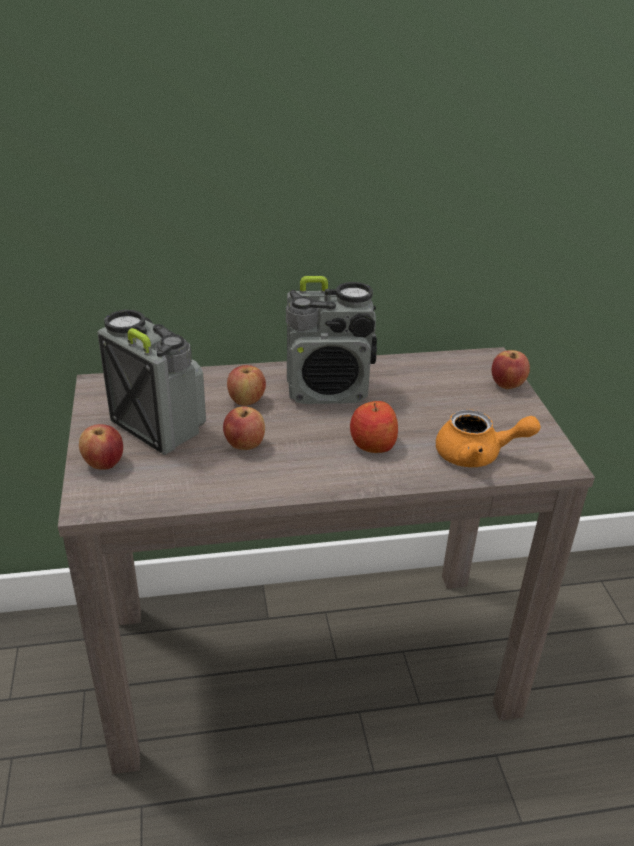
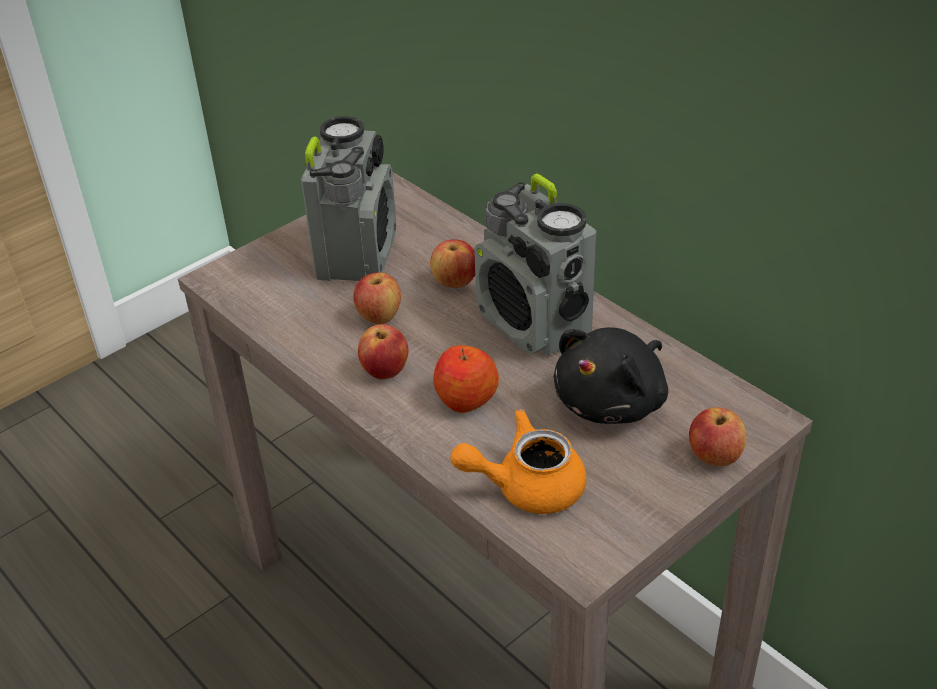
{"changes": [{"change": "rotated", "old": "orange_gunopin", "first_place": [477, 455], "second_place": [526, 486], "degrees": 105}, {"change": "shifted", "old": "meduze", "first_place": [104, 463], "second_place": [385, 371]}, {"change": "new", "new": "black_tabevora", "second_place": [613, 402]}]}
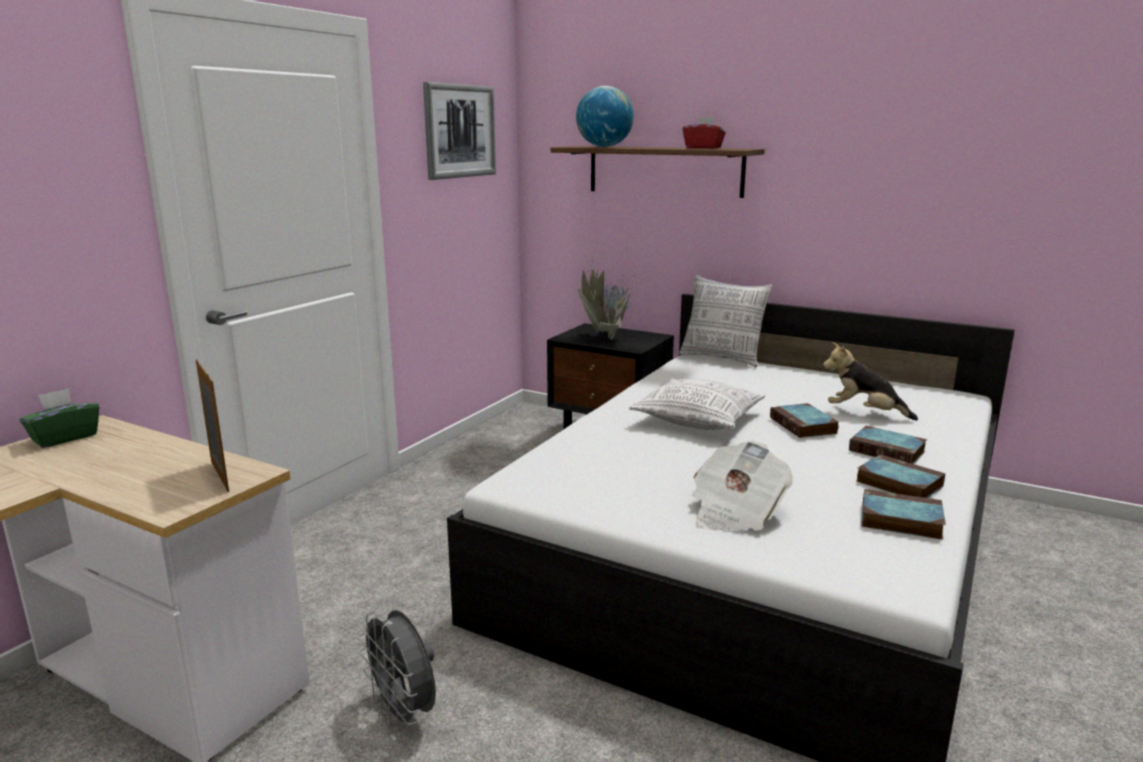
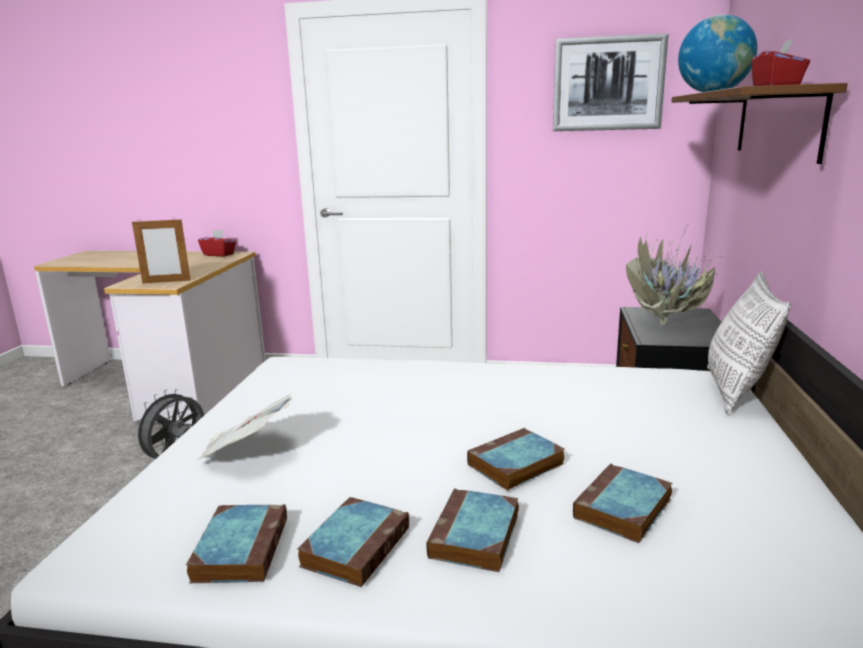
{"changes": [{"change": "swapped", "old": "tabevora", "new": "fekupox", "first_place": [864, 413], "second_place": [622, 509]}, {"change": "rotated", "old": "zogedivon", "first_place": [219, 476], "second_place": [166, 281], "degrees": 45}, {"change": "gone", "old": "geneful", "first_place": [698, 420]}, {"change": "repainted", "old": "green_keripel", "new": "red_keripel", "first_place": [64, 438], "second_place": [219, 254]}]}
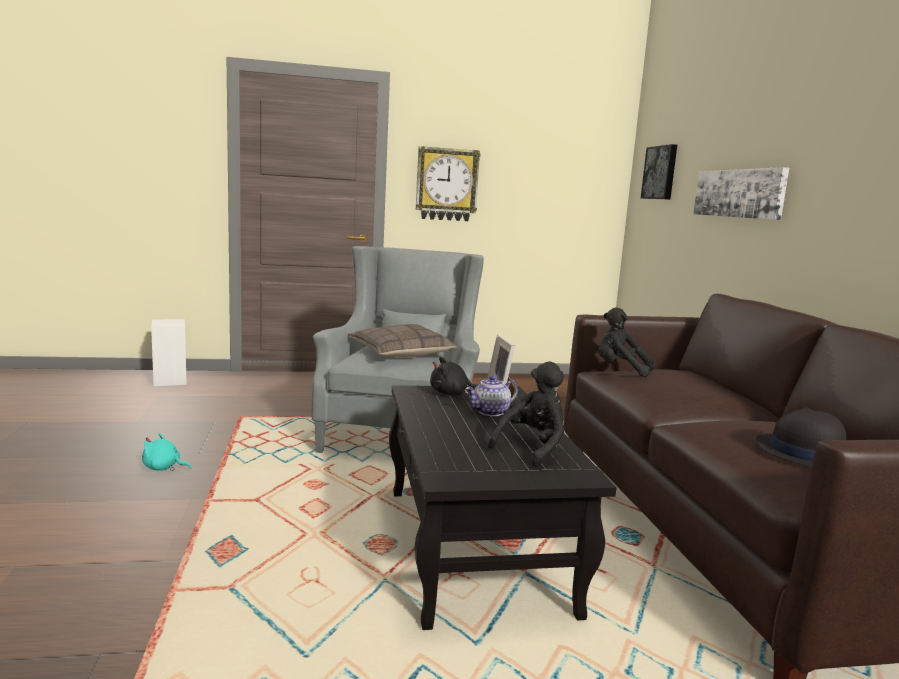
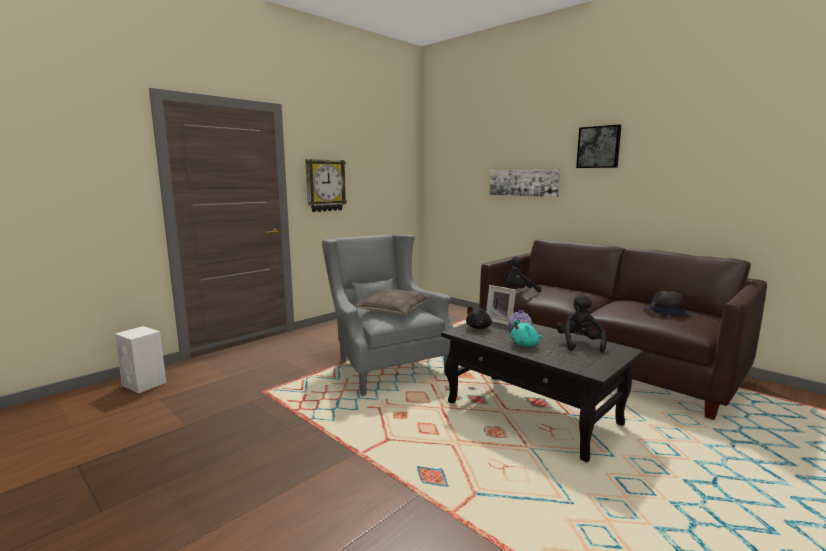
{"changes": [{"change": "shifted", "old": "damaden", "first_place": [661, 172], "second_place": [599, 147]}, {"change": "shifted", "old": "turquoise_tabevora", "first_place": [163, 468], "second_place": [526, 345]}]}
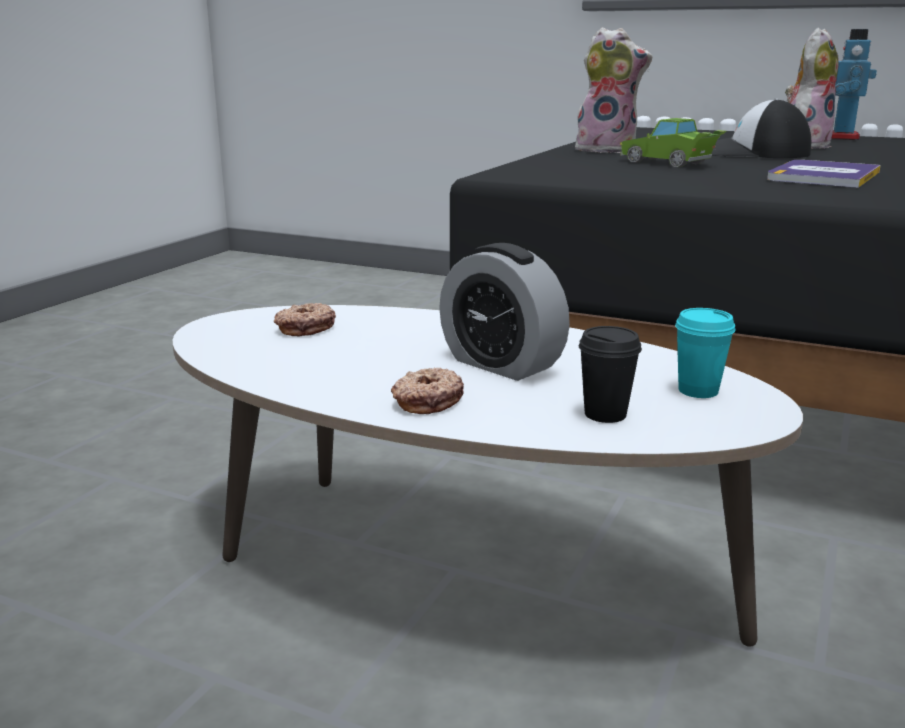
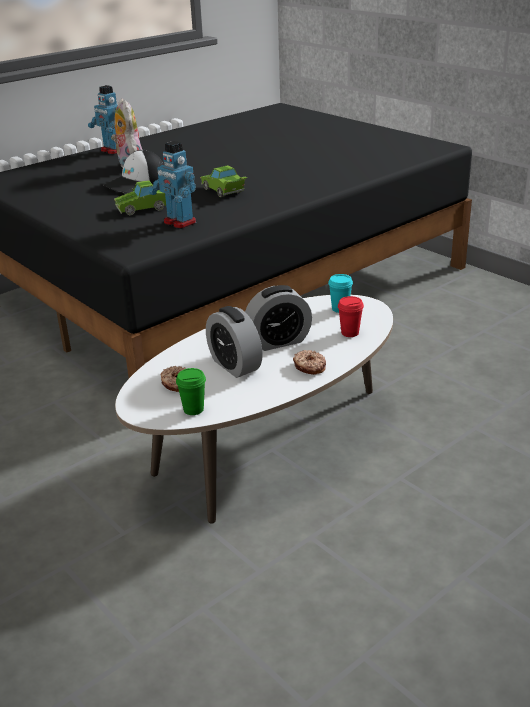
{"changes": [{"change": "gone", "old": "tabevora", "first_place": [607, 150]}, {"change": "swapped", "old": "fekupox", "new": "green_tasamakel", "first_place": [823, 176], "second_place": [224, 191]}, {"change": "repainted", "old": "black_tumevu", "new": "red_tumevu", "first_place": [605, 414], "second_place": [350, 333]}, {"change": "new", "new": "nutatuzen", "second_place": [179, 223]}, {"change": "new", "new": "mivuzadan", "second_place": [234, 365]}, {"change": "new", "new": "green_tumevu", "second_place": [193, 409]}]}
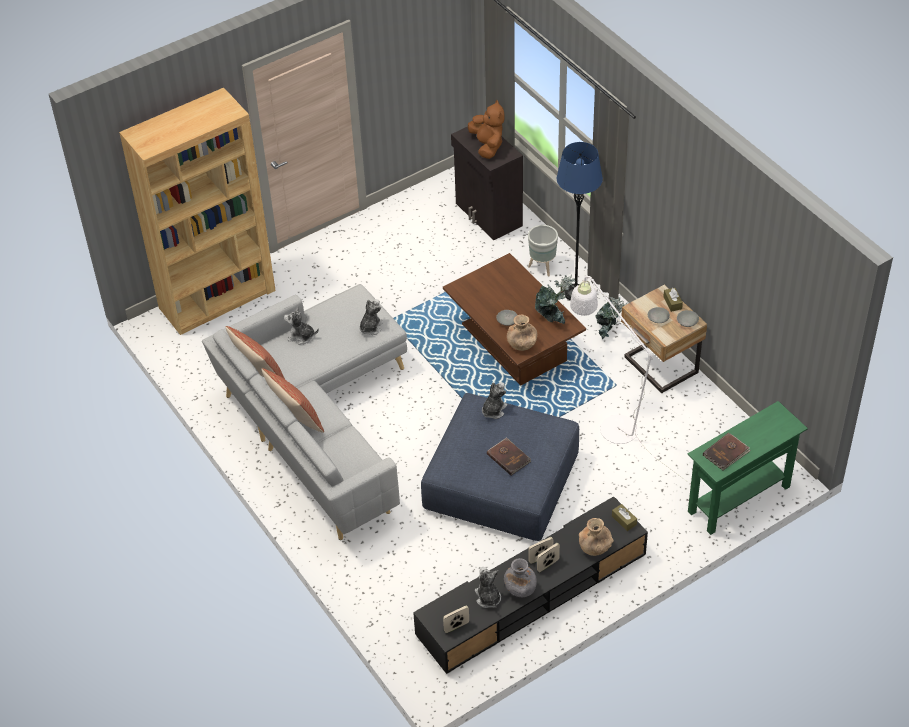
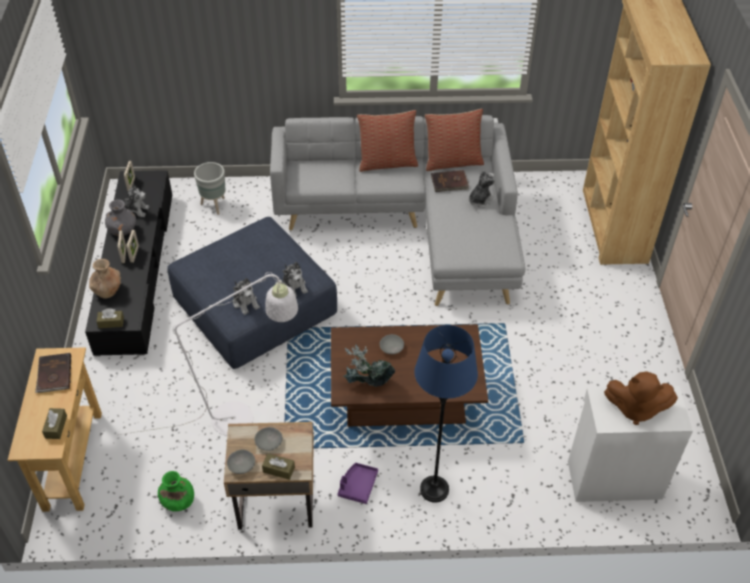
{"changes": [{"change": "repainted", "old": "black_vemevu", "new": "white_vemevu", "first_place": [488, 215], "second_place": [613, 478]}, {"change": "shifted", "old": "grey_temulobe", "first_place": [542, 267], "second_place": [214, 205]}, {"change": "swapped", "old": "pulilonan", "new": "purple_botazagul", "first_place": [608, 331], "second_place": [357, 486]}, {"change": "shifted", "old": "tabevora", "first_place": [370, 327], "second_place": [245, 303]}, {"change": "gone", "old": "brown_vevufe", "first_place": [522, 344]}, {"change": "repainted", "old": "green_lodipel", "new": "beige_lodipel", "first_place": [739, 499], "second_place": [73, 460]}, {"change": "shifted", "old": "brown_fekupox", "first_place": [509, 457], "second_place": [450, 183]}, {"change": "new", "new": "brown_keripel", "second_place": [56, 427]}, {"change": "new", "new": "green_vevufe", "second_place": [177, 501]}]}
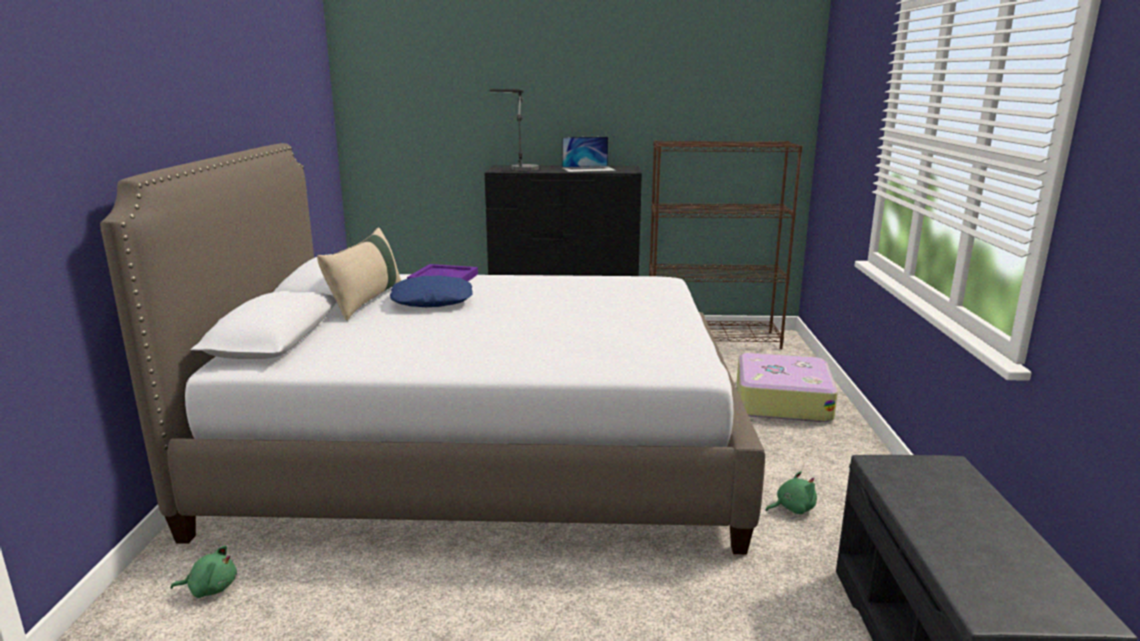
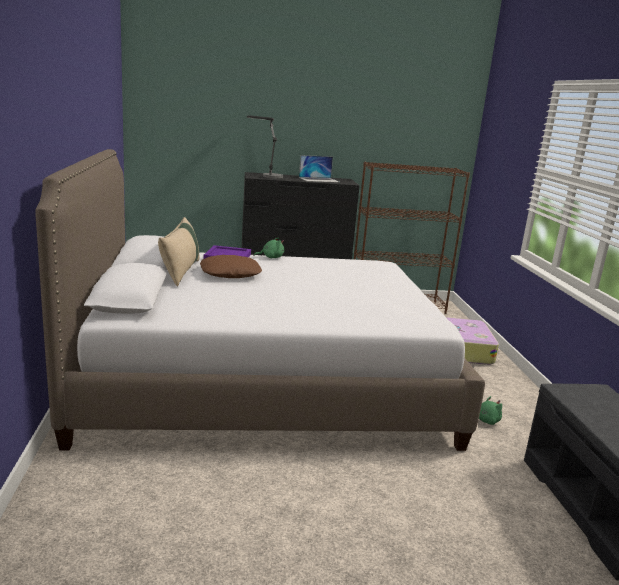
{"changes": [{"change": "repainted", "old": "blue_geneful", "new": "brown_geneful", "first_place": [432, 301], "second_place": [230, 273]}, {"change": "shifted", "old": "green_tabevora", "first_place": [211, 588], "second_place": [271, 257]}]}
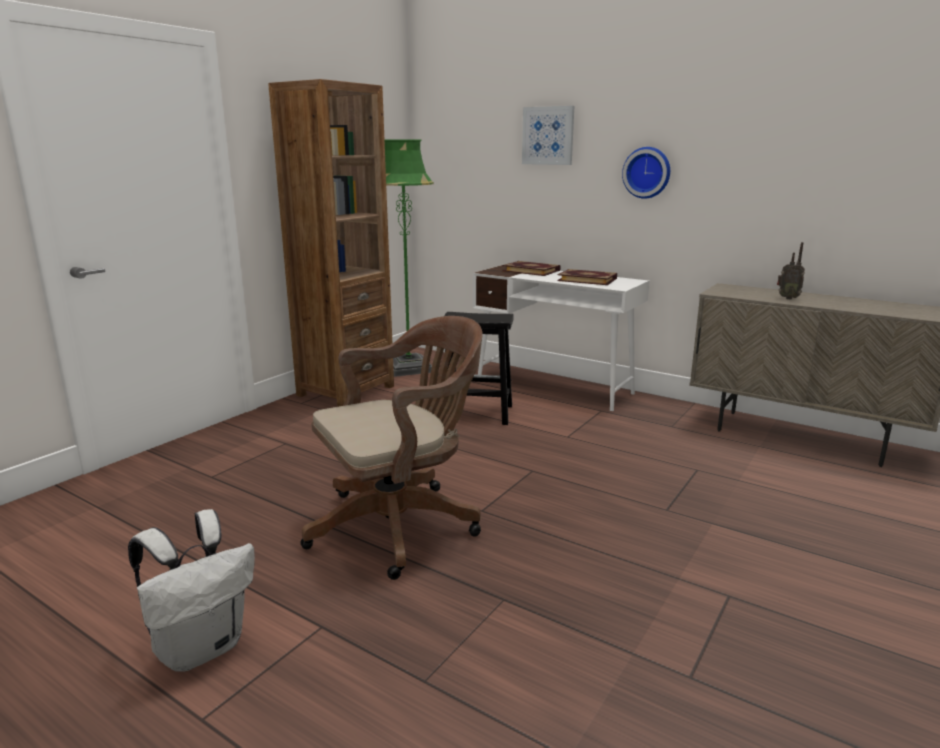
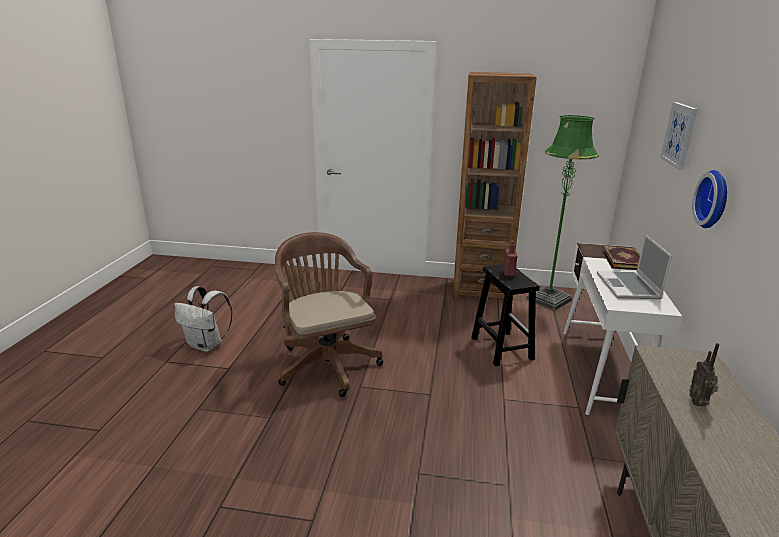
{"changes": [{"change": "swapped", "old": "fekupox", "new": "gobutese", "first_place": [587, 279], "second_place": [629, 287]}, {"change": "rotated", "old": "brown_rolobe", "first_place": [401, 524], "second_place": [326, 362], "degrees": -150}, {"change": "new", "new": "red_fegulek", "second_place": [508, 273]}]}
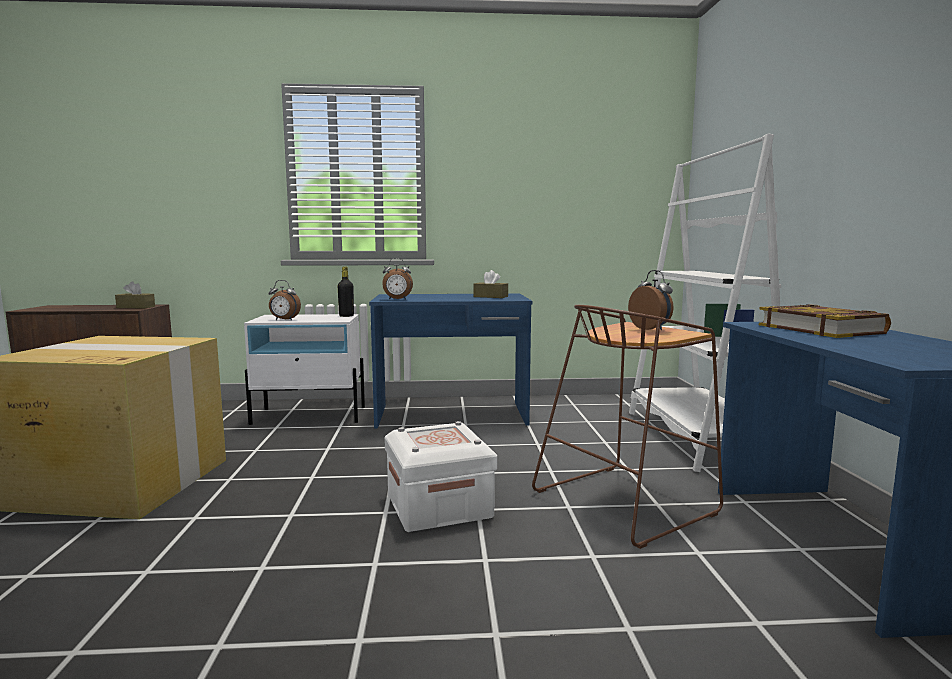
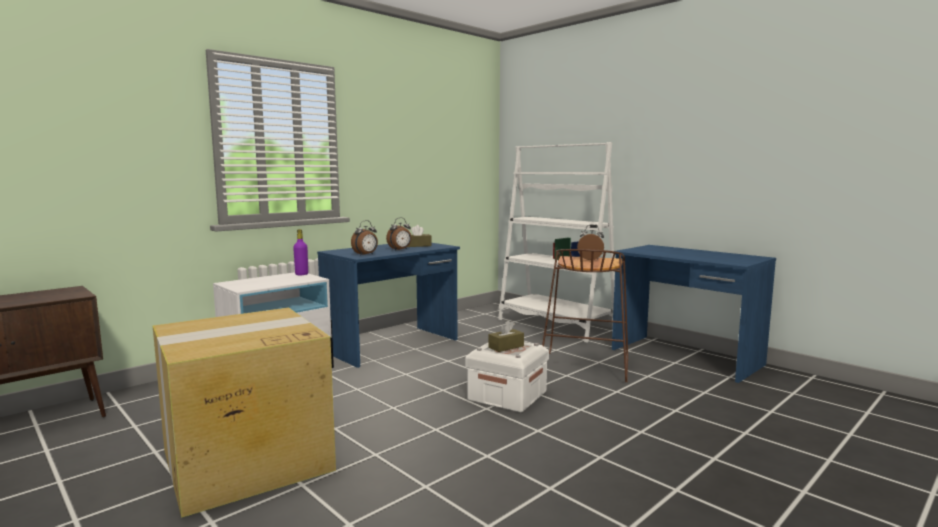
{"changes": [{"change": "repainted", "old": "black_fegulek", "new": "purple_fegulek", "first_place": [346, 316], "second_place": [301, 274]}, {"change": "shifted", "old": "mivuzadan", "first_place": [284, 320], "second_place": [400, 250]}, {"change": "shifted", "old": "brown_keripel", "first_place": [136, 307], "second_place": [506, 347]}, {"change": "gone", "old": "fekupox", "first_place": [821, 329]}]}
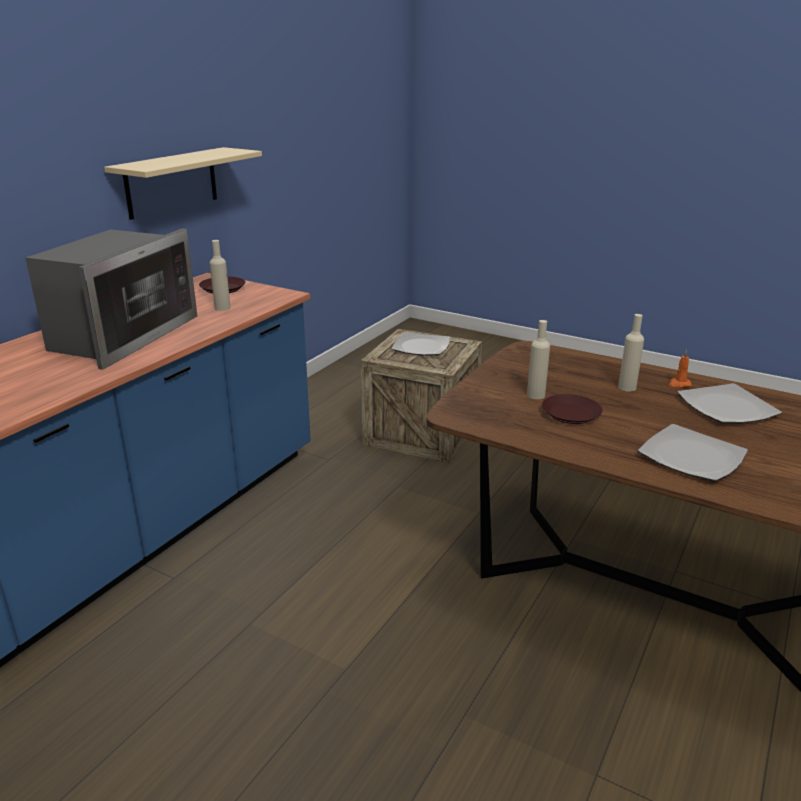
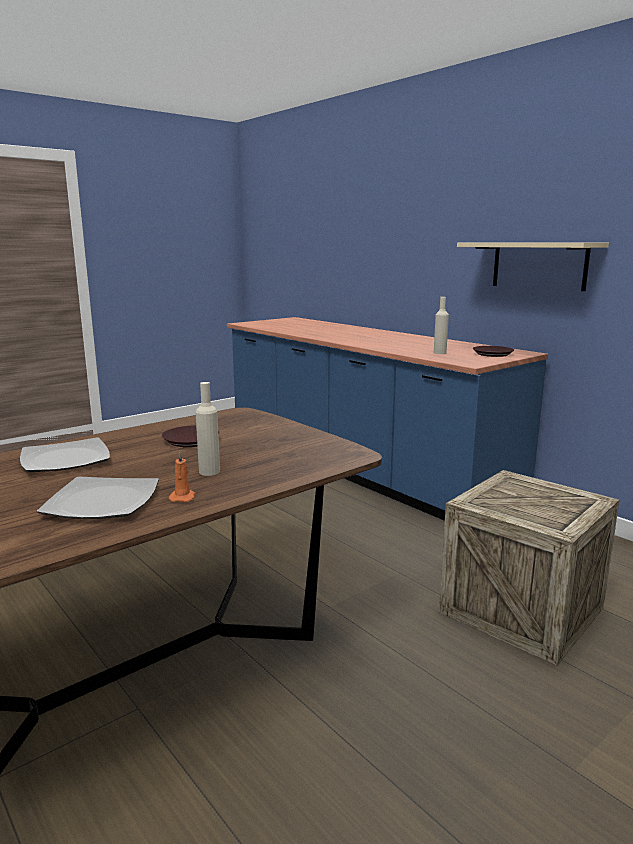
{"changes": [{"change": "gone", "old": "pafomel", "first_place": [121, 335]}, {"change": "gone", "old": "beige_fegulek", "first_place": [535, 395]}, {"change": "gone", "old": "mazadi", "first_place": [420, 347]}]}
